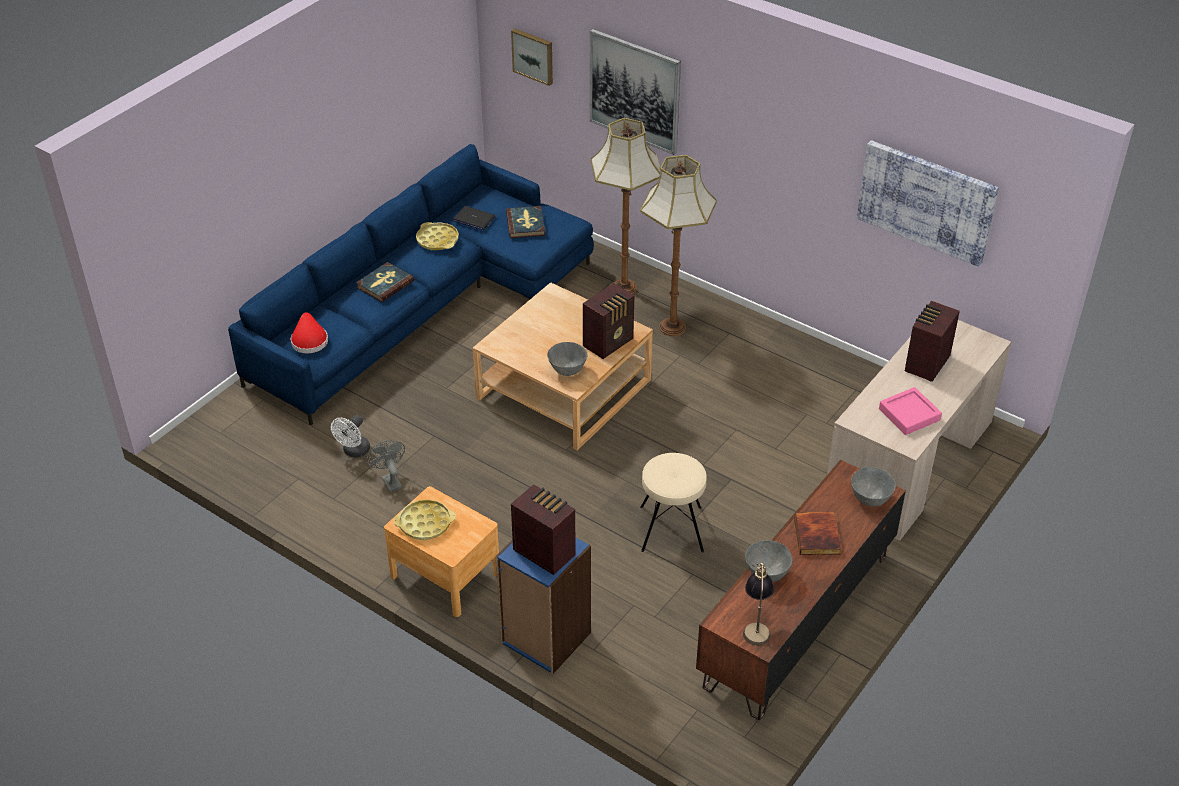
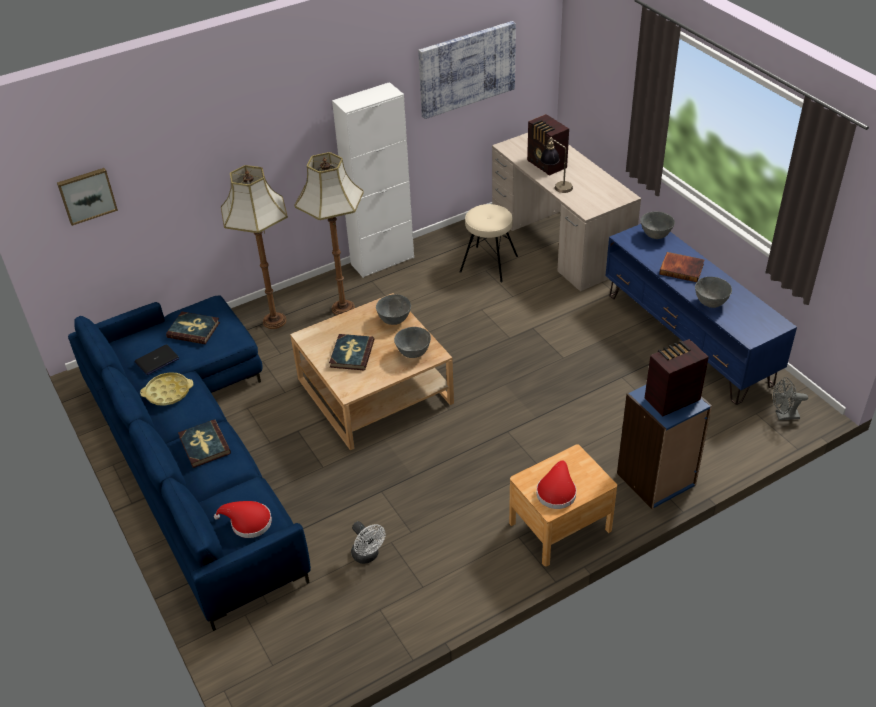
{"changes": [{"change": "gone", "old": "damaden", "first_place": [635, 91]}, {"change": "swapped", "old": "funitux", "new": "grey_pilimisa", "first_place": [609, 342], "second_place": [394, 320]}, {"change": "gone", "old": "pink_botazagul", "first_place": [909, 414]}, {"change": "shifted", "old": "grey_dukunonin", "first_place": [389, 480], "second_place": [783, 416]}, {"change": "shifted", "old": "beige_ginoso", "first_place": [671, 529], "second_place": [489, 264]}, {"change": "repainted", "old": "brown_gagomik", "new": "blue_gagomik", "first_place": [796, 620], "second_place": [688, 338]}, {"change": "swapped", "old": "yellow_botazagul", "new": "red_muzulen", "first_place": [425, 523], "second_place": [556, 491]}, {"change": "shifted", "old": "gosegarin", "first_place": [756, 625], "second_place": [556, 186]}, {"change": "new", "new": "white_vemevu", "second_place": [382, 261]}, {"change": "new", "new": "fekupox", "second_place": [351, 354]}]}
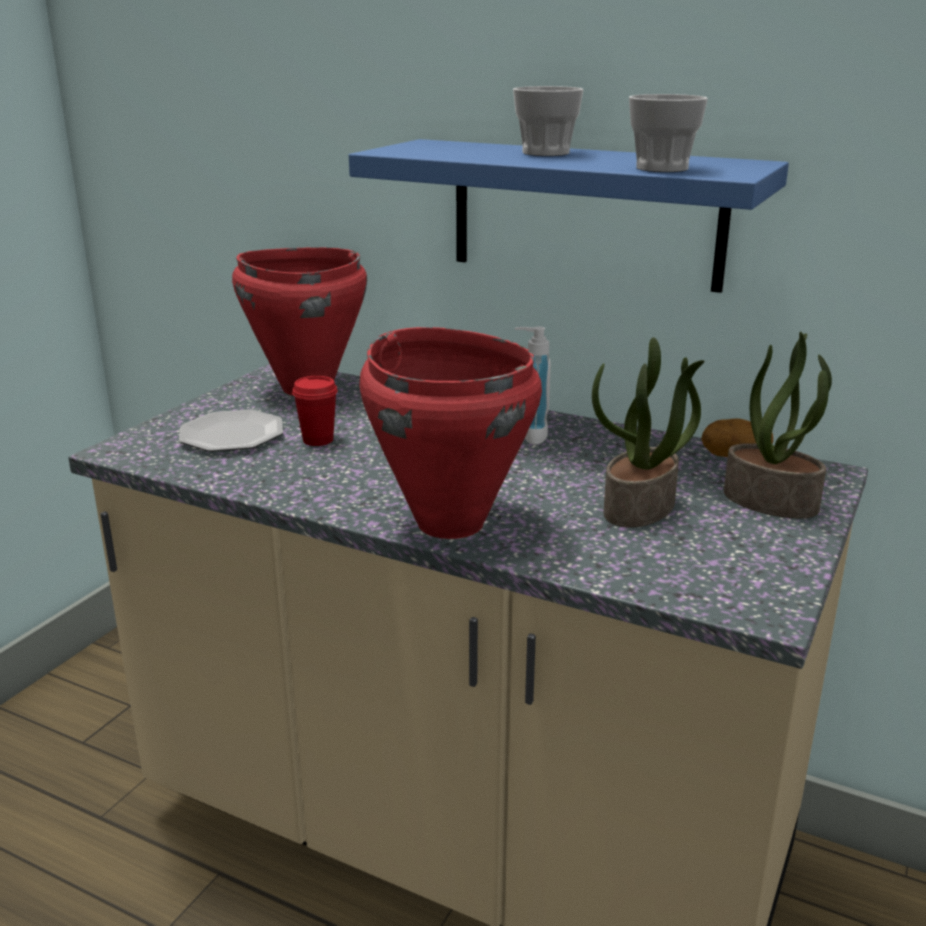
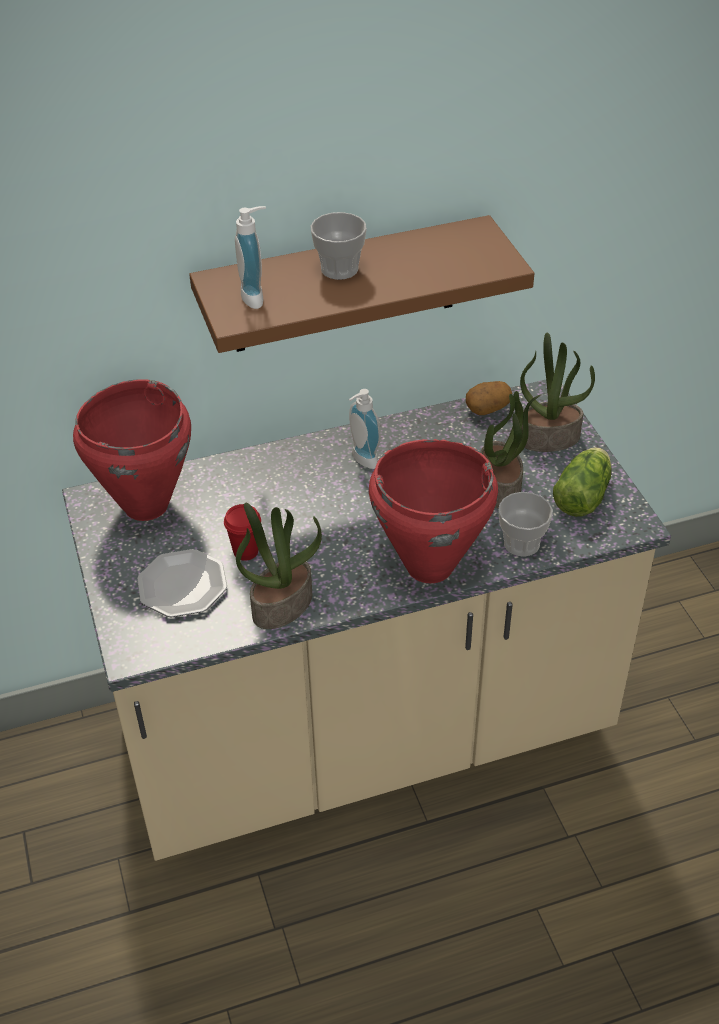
{"changes": [{"change": "shifted", "old": "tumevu", "first_place": [662, 168], "second_place": [521, 543]}, {"change": "repainted", "old": "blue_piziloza", "new": "brown_piziloza", "first_place": [585, 213], "second_place": [344, 286]}, {"change": "new", "new": "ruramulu", "second_place": [257, 297]}, {"change": "new", "new": "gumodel", "second_place": [583, 494]}, {"change": "new", "new": "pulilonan", "second_place": [282, 604]}]}
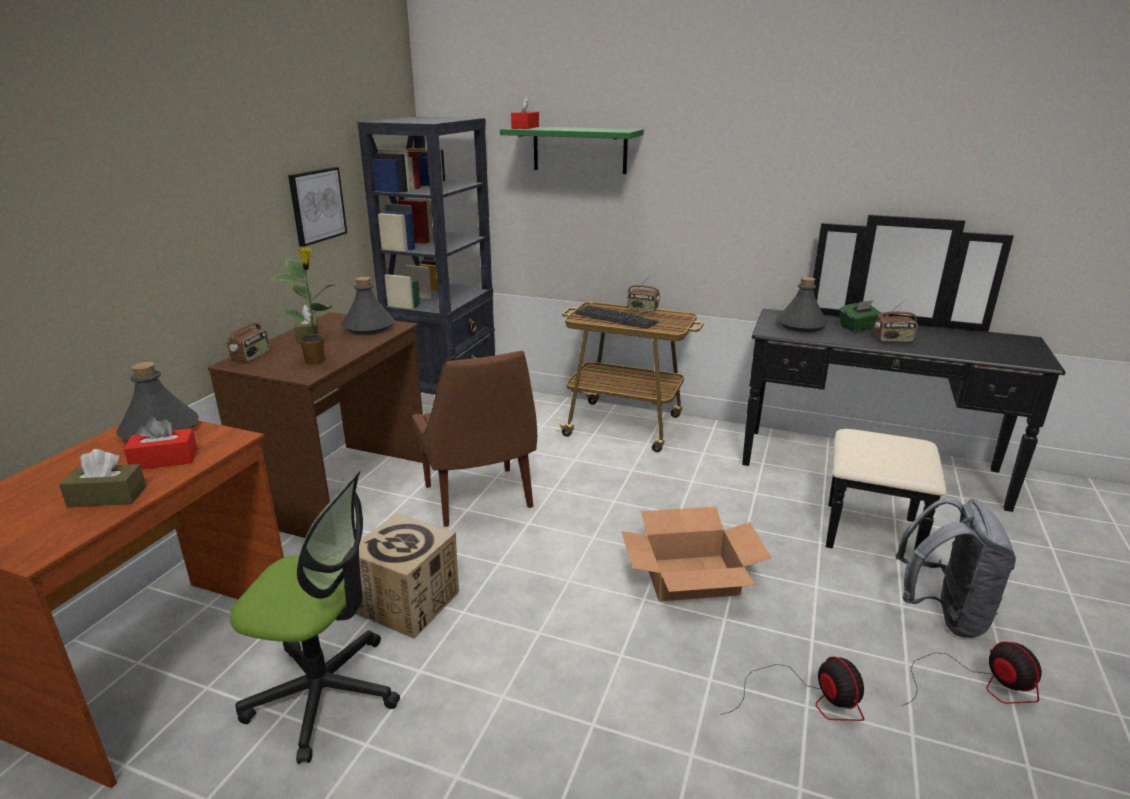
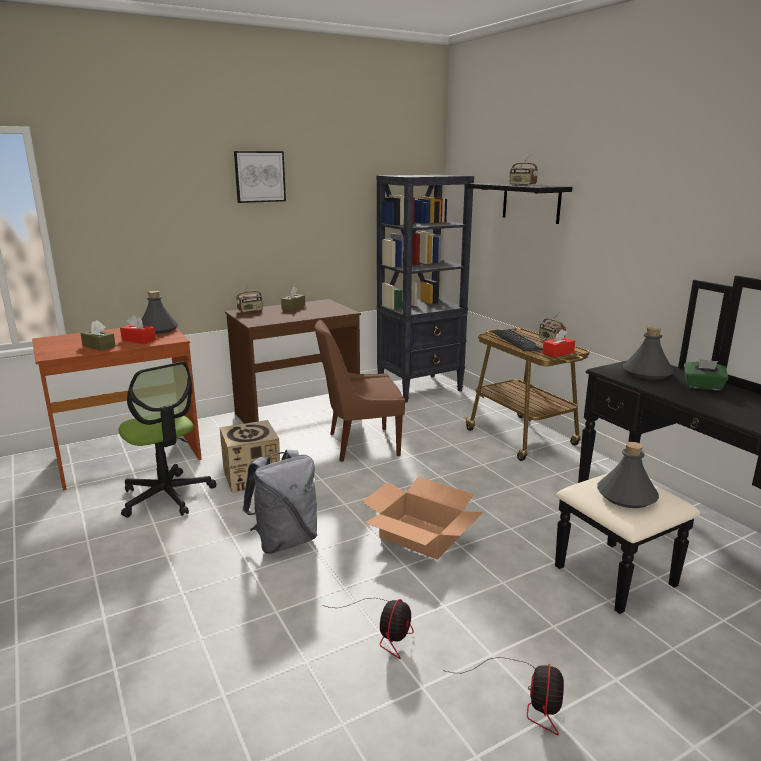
{"changes": [{"change": "shifted", "old": "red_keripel", "first_place": [525, 127], "second_place": [558, 353]}, {"change": "repainted", "old": "green_piziloza", "new": "black_piziloza", "first_place": [579, 149], "second_place": [531, 202]}, {"change": "shifted", "old": "damaden", "first_place": [316, 205], "second_place": [259, 176]}, {"change": "gone", "old": "pulilonan", "first_place": [316, 361]}, {"change": "shifted", "old": "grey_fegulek", "first_place": [368, 327], "second_place": [626, 496]}, {"change": "shifted", "old": "funitux", "first_place": [893, 340], "second_place": [522, 185]}, {"change": "rotated", "old": "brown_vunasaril", "first_place": [479, 499], "second_place": [360, 444], "degrees": 60}, {"change": "shifted", "old": "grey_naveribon", "first_place": [943, 614], "second_place": [285, 541]}]}
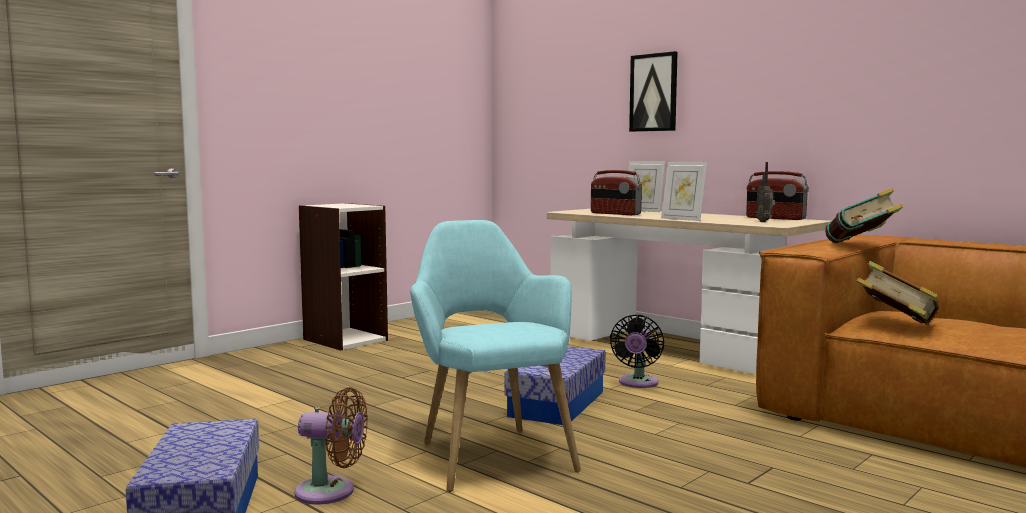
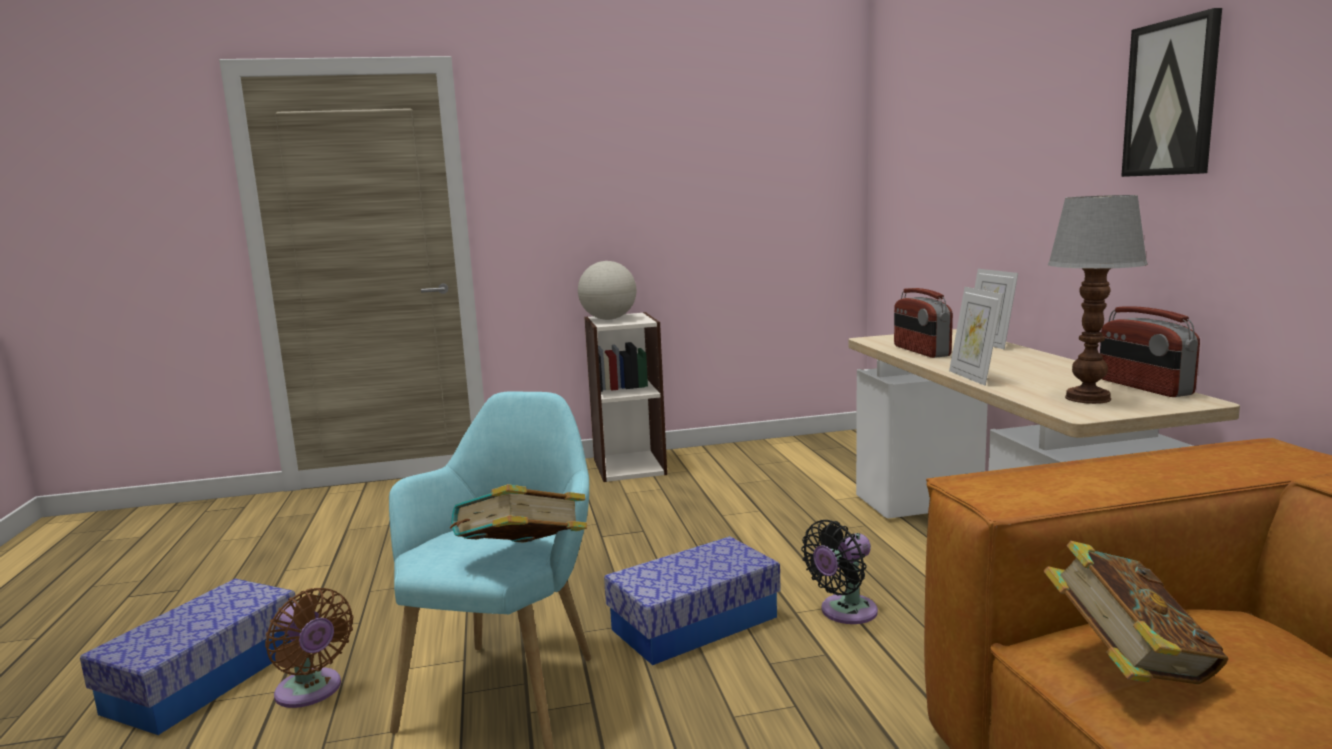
{"changes": [{"change": "shifted", "old": "damaden", "first_place": [654, 92], "second_place": [1171, 98]}, {"change": "swapped", "old": "funitux", "new": "gosegarin", "first_place": [764, 222], "second_place": [1088, 398]}, {"change": "shifted", "old": "fekupox", "first_place": [860, 245], "second_place": [522, 559]}, {"change": "new", "new": "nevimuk", "second_place": [609, 319]}]}
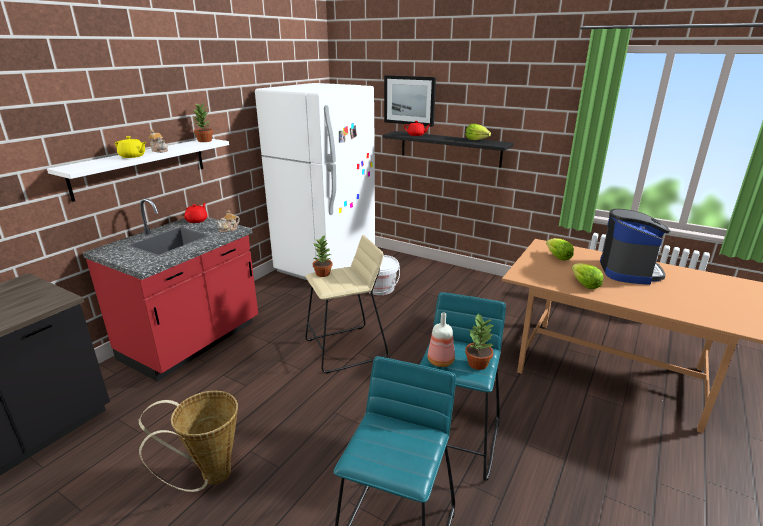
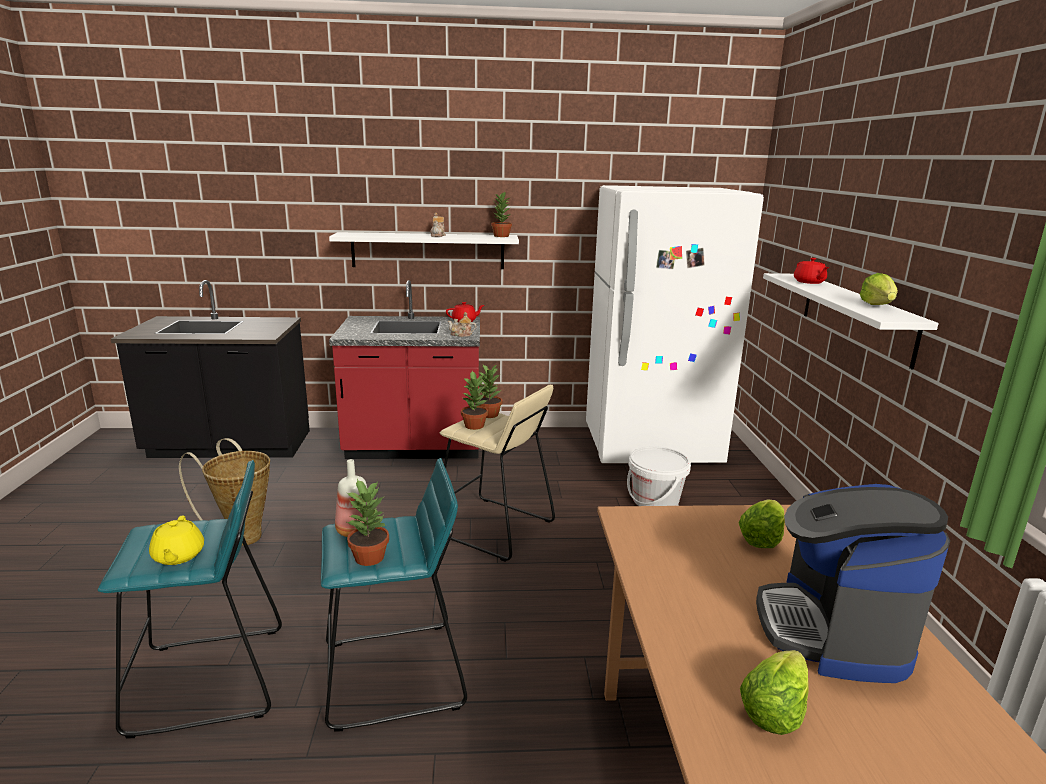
{"changes": [{"change": "gone", "old": "damaden", "first_place": [409, 100]}, {"change": "repainted", "old": "black_piziloza", "new": "white_piziloza", "first_place": [450, 148], "second_place": [856, 316]}, {"change": "shifted", "old": "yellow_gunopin", "first_place": [133, 156], "second_place": [178, 556]}, {"change": "rotated", "old": "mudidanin", "first_place": [628, 271], "second_place": [833, 631], "degrees": 120}, {"change": "shifted", "old": "gumodel", "first_place": [584, 285], "second_place": [773, 711]}, {"change": "new", "new": "pulilonan", "second_place": [474, 425]}]}
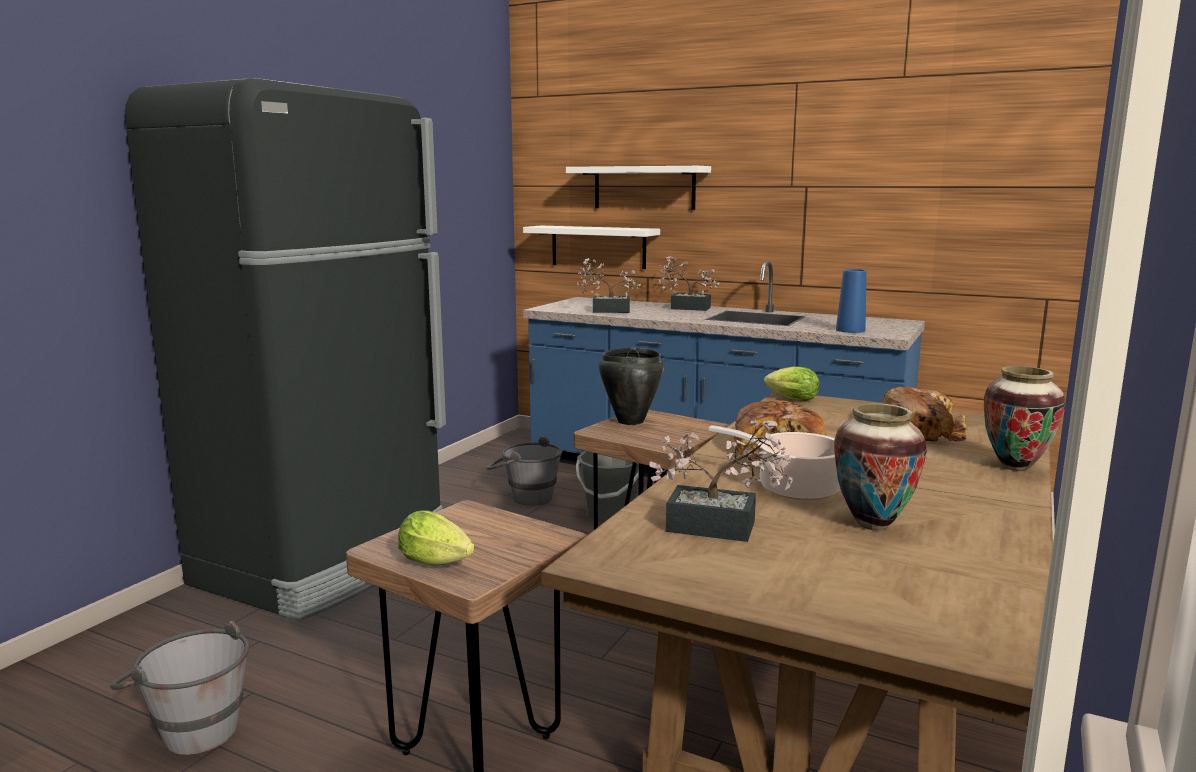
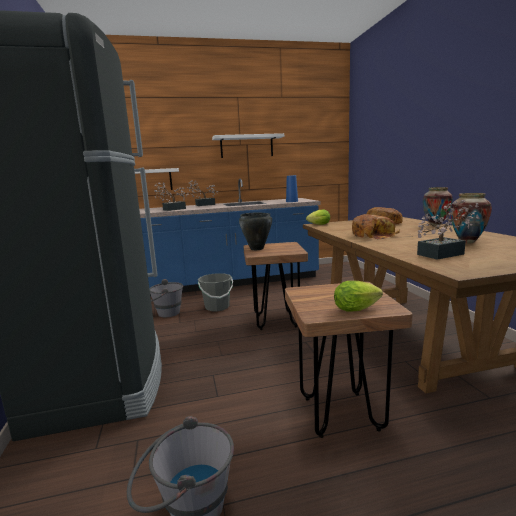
{"changes": [{"change": "shifted", "old": "white_piziloza", "first_place": [644, 188], "second_place": [246, 146]}, {"change": "gone", "old": "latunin", "first_place": [793, 488]}]}
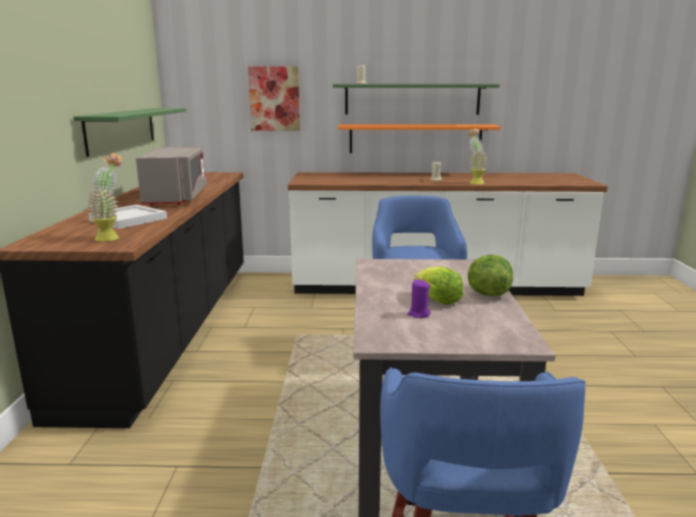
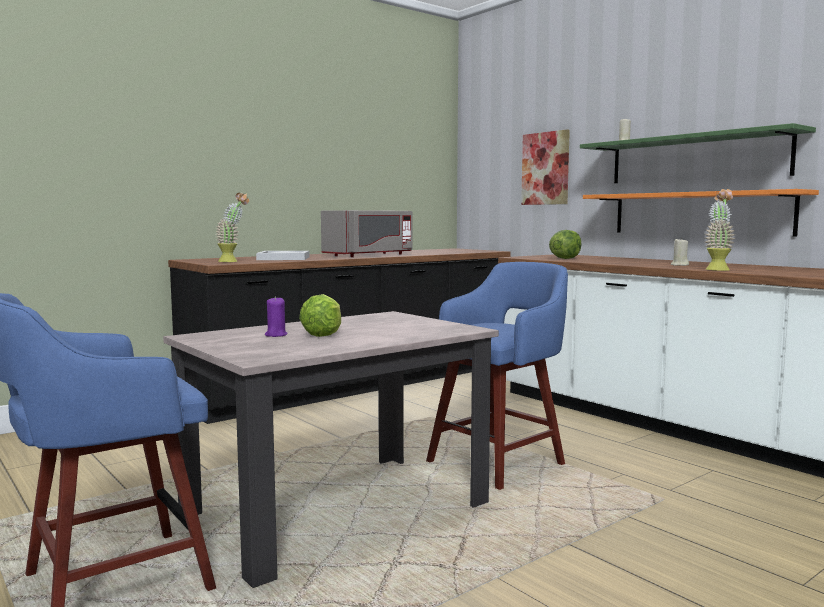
{"changes": [{"change": "gone", "old": "green_piziloza", "first_place": [122, 129]}, {"change": "shifted", "old": "gumodel", "first_place": [487, 294], "second_place": [565, 258]}]}
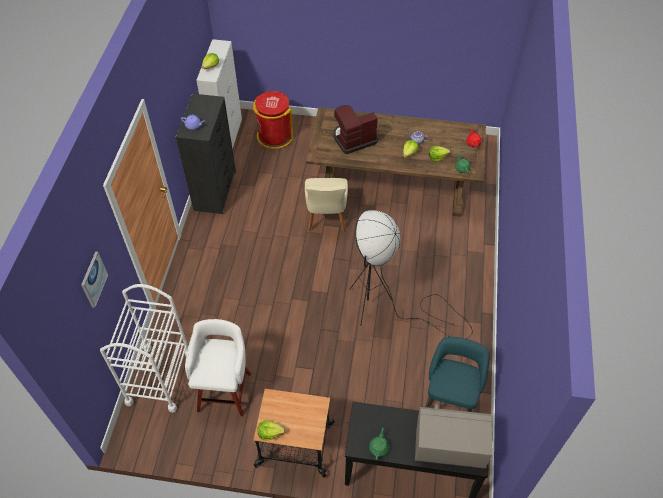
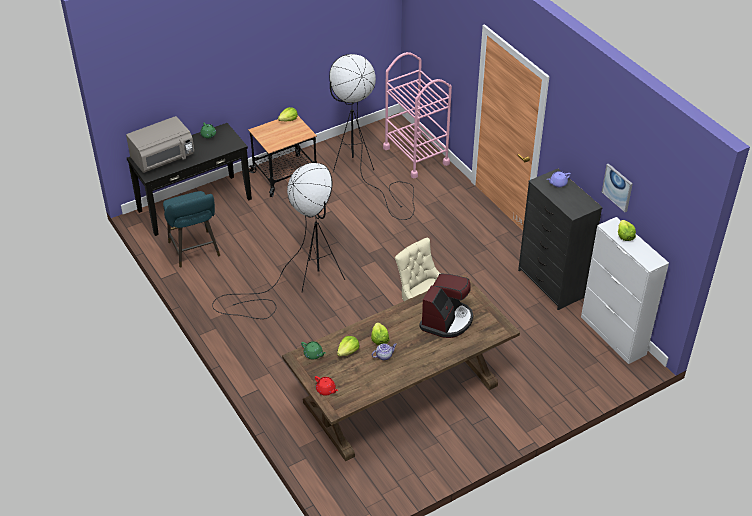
{"changes": [{"change": "gone", "old": "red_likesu", "first_place": [274, 136]}, {"change": "shifted", "old": "damaden", "first_place": [93, 279], "second_place": [617, 187]}, {"change": "repainted", "old": "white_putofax", "new": "pink_putofax", "first_place": [159, 378], "second_place": [416, 155]}, {"change": "swapped", "old": "white_ginoso", "new": "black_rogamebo", "first_place": [225, 390], "second_place": [364, 173]}]}
